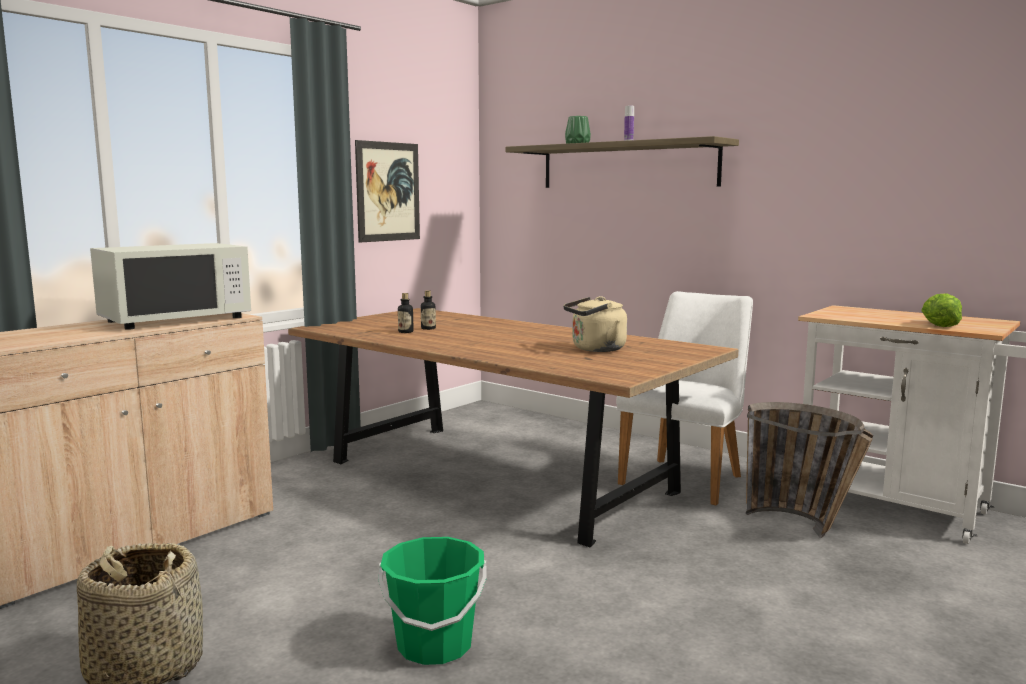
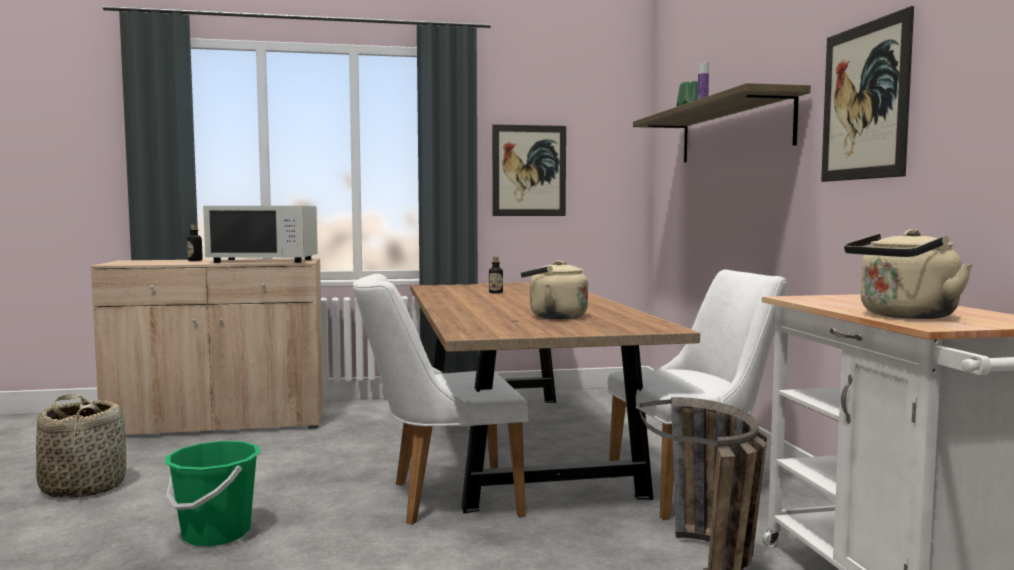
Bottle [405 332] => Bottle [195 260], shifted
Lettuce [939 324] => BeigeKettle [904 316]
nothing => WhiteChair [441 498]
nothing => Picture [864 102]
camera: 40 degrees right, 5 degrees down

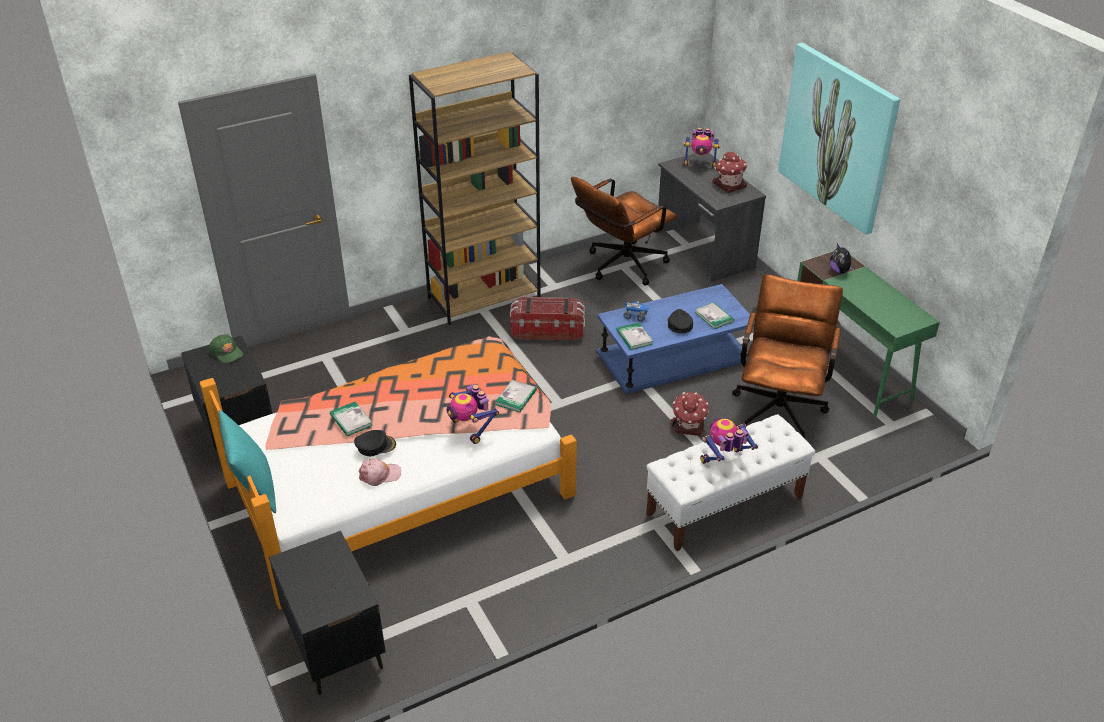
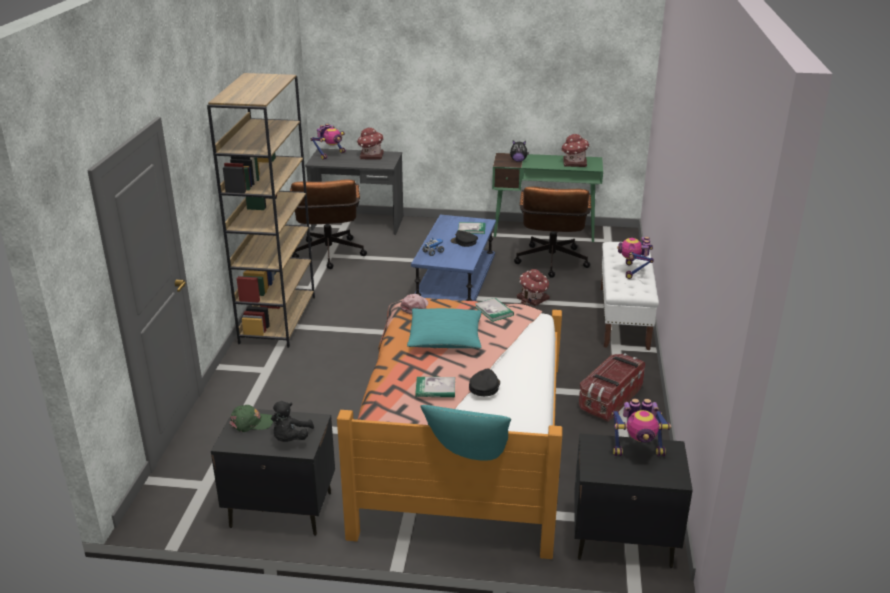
PinkCap [379 475] => PinkCap [415 307], shifted
ToyRobot [470 428] => ToyRobot [637 450], shifted
StorageBox [547 330] => StorageBox [610 399], shifted
Book [634 337] => nothing
BrownOfficeChair [779 407] => BrownOfficeChair [551 264], 135 degrees counterclockwise
Picture [838 137] => nothing
nothing => BlackPlushToy [290 439]
nothing => TurquoisePillow [445 338]
nothing => ToyHouse [574 163]
camera: 55 degrees left, 10 degrees down

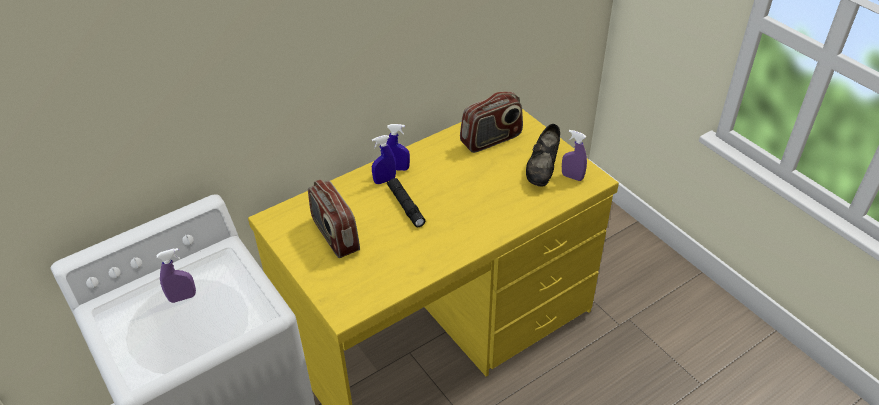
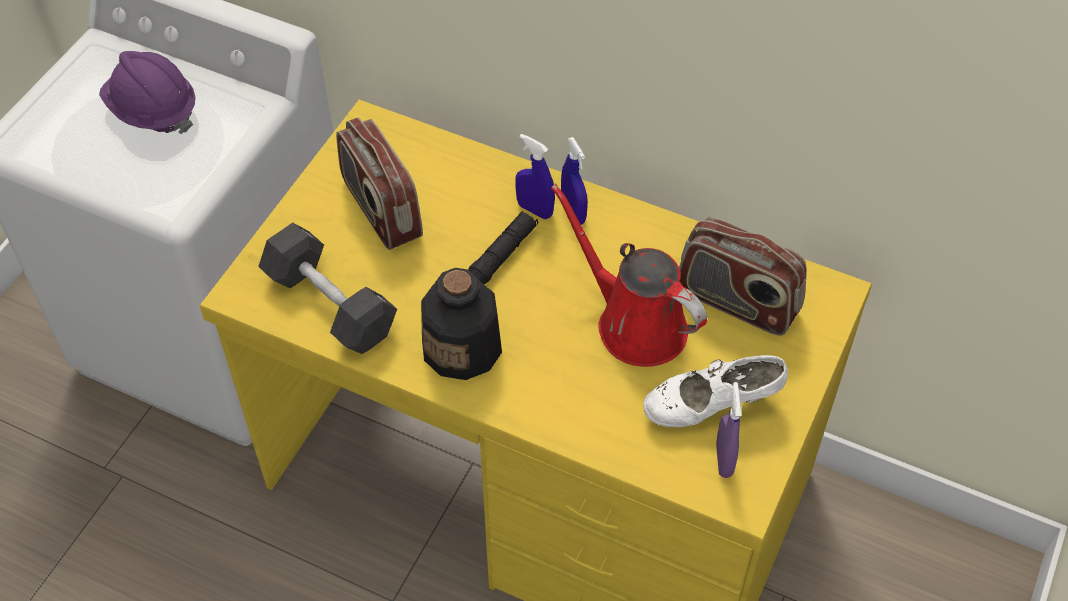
PurpleSprayBottle [182 297] => PurpleHardHat [153 111]
Radio [335 235] => Radio [381 209], 60 degrees counterclockwise
BlackShoe [542 169] => WhiteShoe [711 407]
nothing => BlackDumbbell [330 304]
nothing => Bottle [463 348]
nothing => RedWateringCan [634 323]
camera: 60 degrees right, 10 degrees up

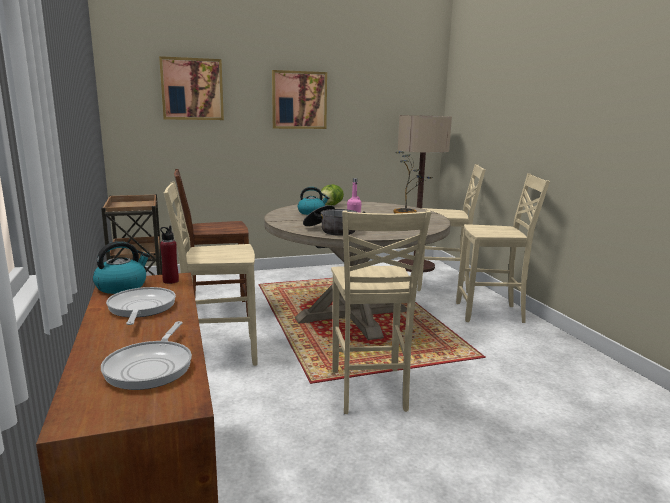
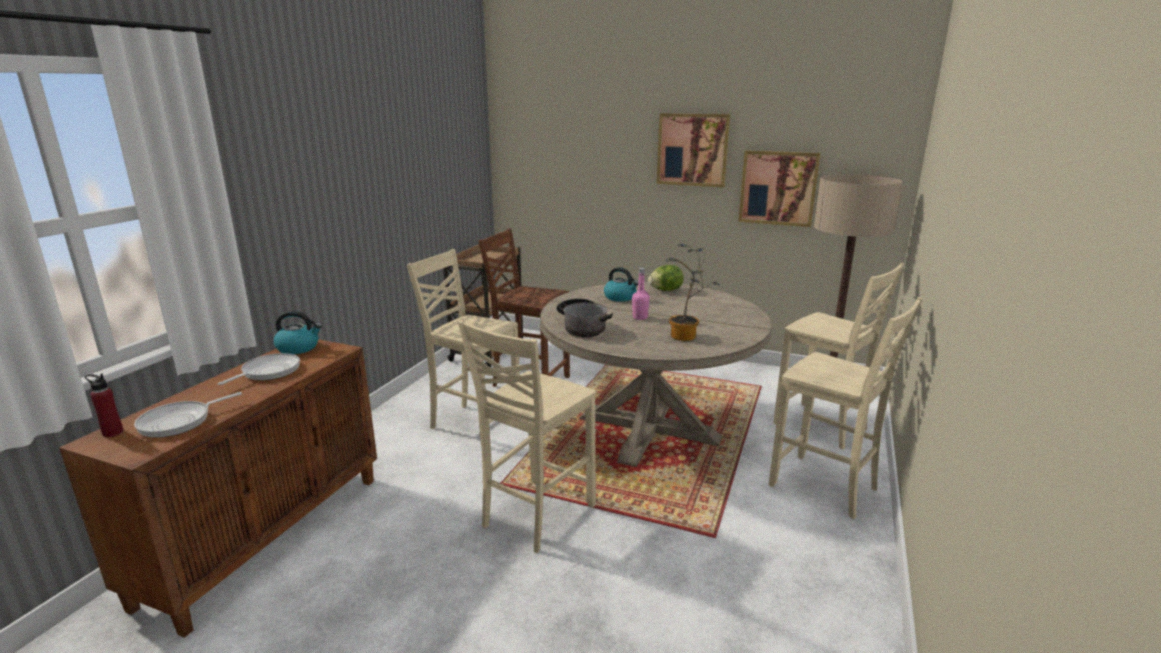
Picture [192 89] => Picture [778 188], shifted
RedBottle [170 281] => RedBottle [113 432], shifted
camera: 40 degrees right, 5 degrees up

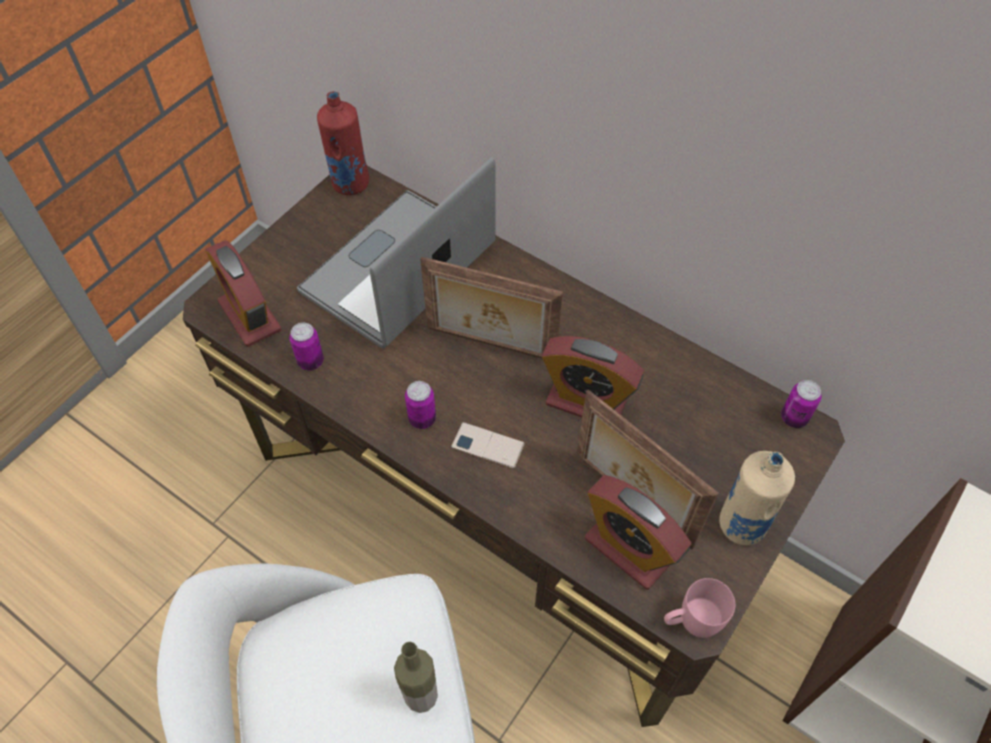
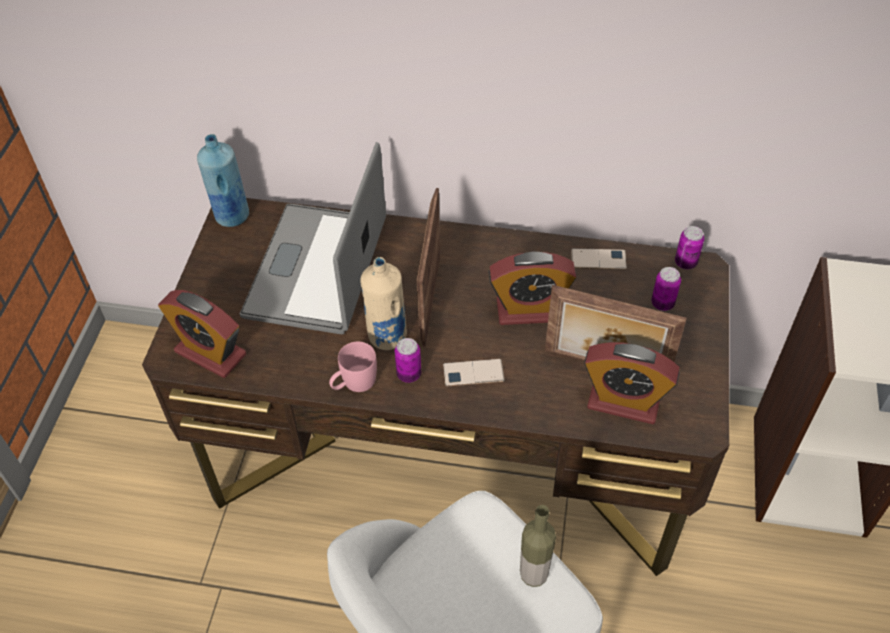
Can [310 361] => Can [662 303], shifted
RedBottle [350 183] => BlueBottle [231 216]
PictureFrame [490 345] => PictureFrame [429 298], 105 degrees clockwise
PinkMug [692 620] => PinkMug [353 383], shifted
BeigeBottle [741 525] => BeigeBottle [387 337], shifted
nothing => Phone [598 259]
camera: 25 degrees left, 5 degrees down

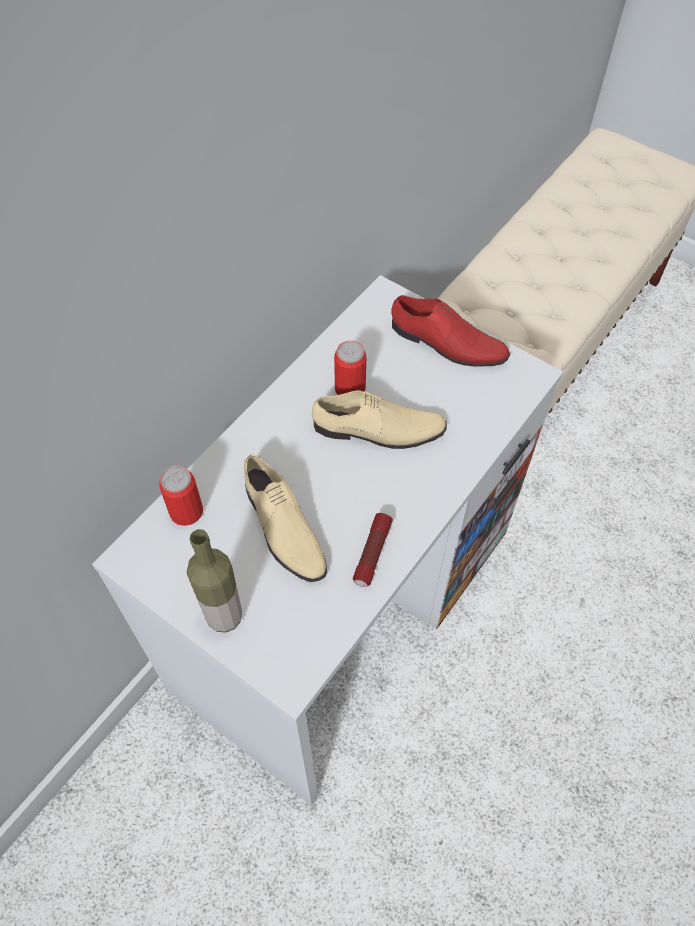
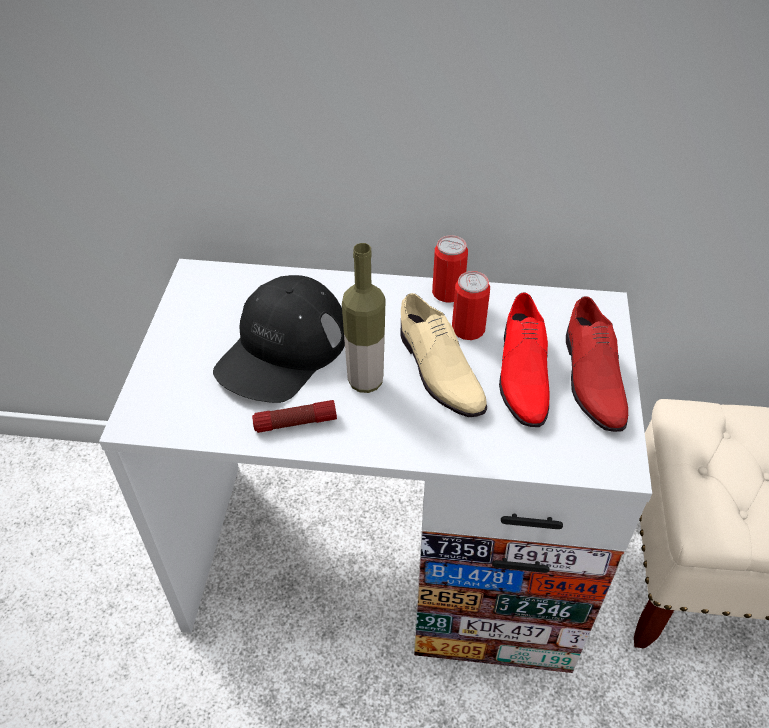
Can [186 511] => Can [448 292], shifted
Bottle [224 617] => Bottle [365 381], shifted
BeigeShoe [282 527] => BlackCap [282 349]
nothing => RedShoe [521 372]
camera: 60 degrees right, 10 degrees down

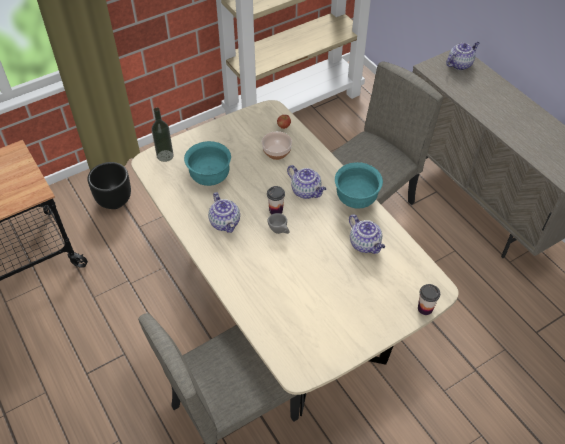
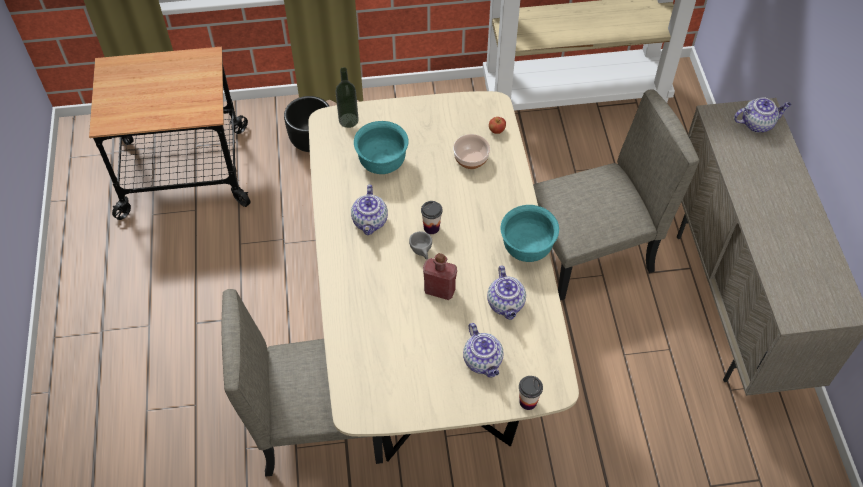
Teapot [306 191] => Teapot [483 361], shifted
nothing => RedBottle [439 290]
camera: 25 degrees right, 5 degrees up

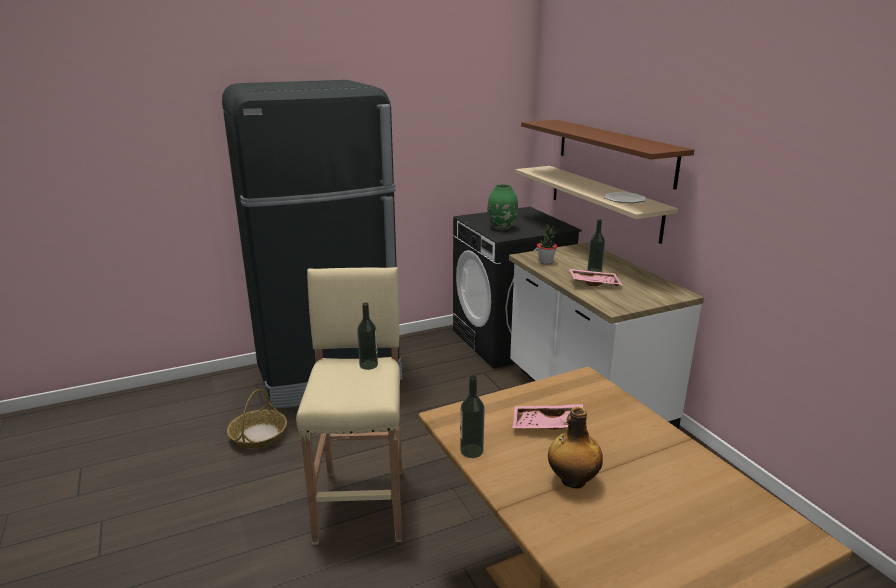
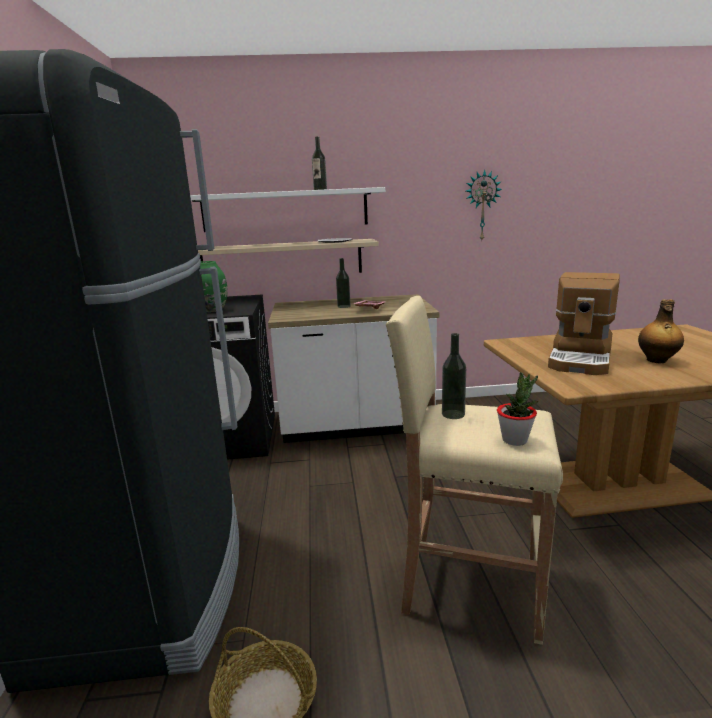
Bottle [471 451] => Bottle [320 190], shifted
PinkTray [547 426] => CoffeeMachine [581 358]
BrownShelf [614 151] => WhiteShelf [285 210]
PottedPlant [545 262] => PottedPlant [515 440], shifted
nothing => WallClock [482 206]
camera: 70 degrees left, 5 degrees down

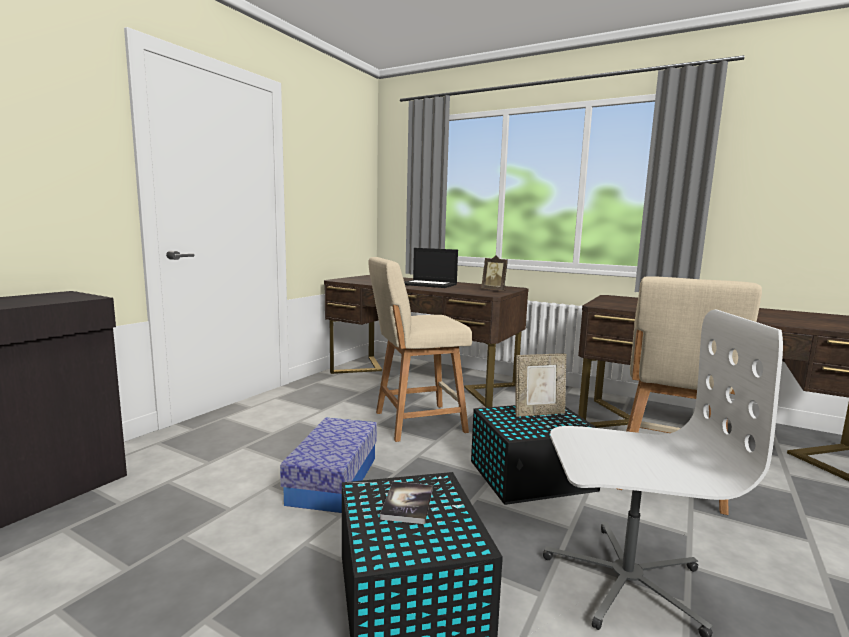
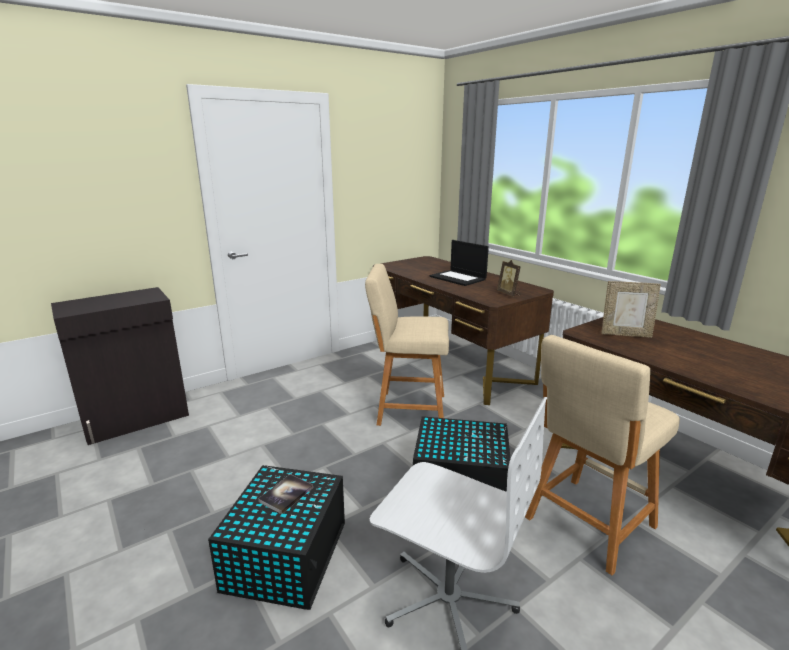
StorageBox [333 480] => nothing
PictureFrame [539 413] => PictureFrame [625 334], shifted
camera: 25 degrees right, 10 degrees up

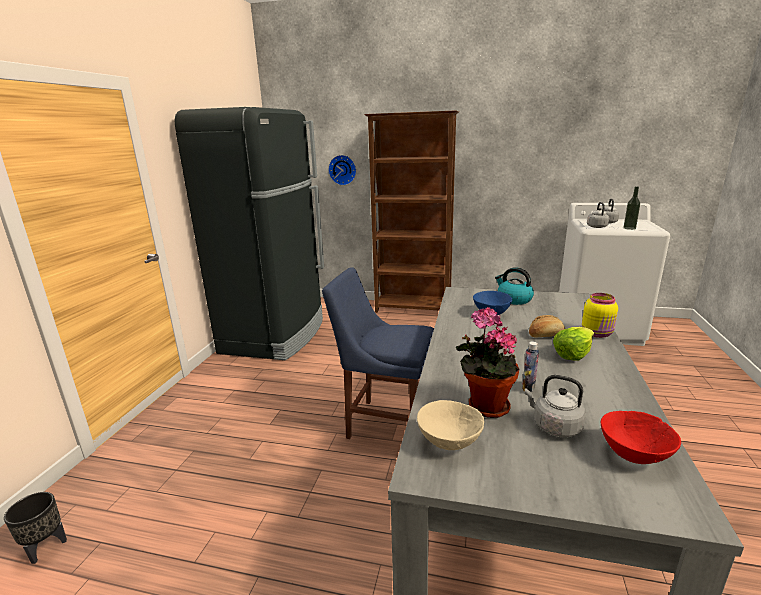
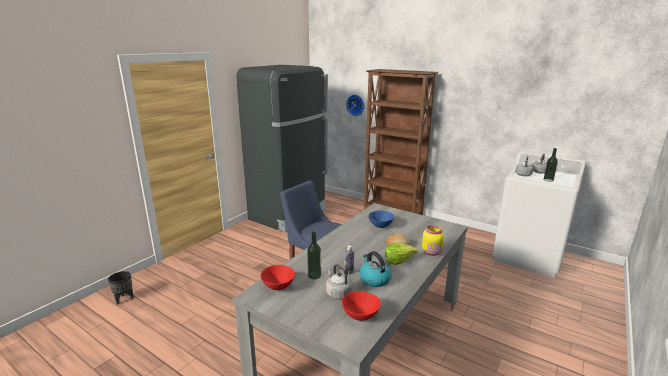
BeigeBowl [448 443] => RedBowl [278 287]
PottedPlant [484 406] => Bottle [314 275]
Kettle [513 299] => Kettle [374 279], shifted
camera: 20 degrees right, 0 degrees up

